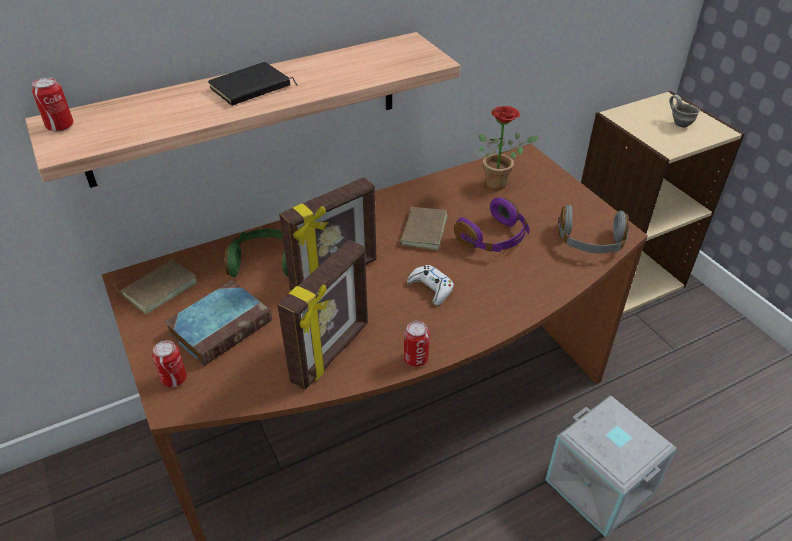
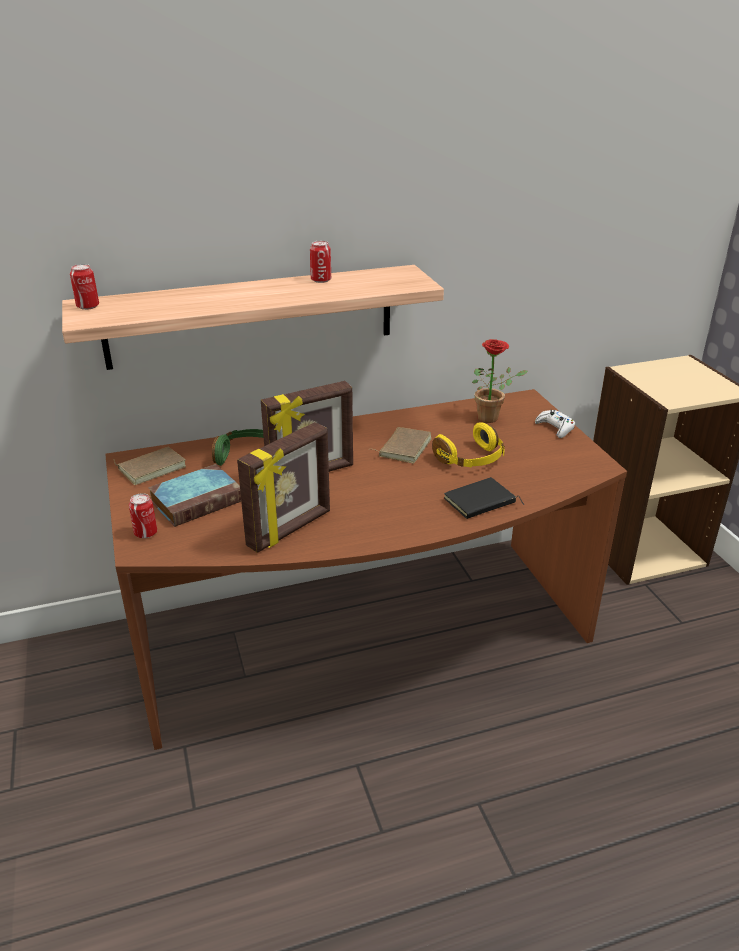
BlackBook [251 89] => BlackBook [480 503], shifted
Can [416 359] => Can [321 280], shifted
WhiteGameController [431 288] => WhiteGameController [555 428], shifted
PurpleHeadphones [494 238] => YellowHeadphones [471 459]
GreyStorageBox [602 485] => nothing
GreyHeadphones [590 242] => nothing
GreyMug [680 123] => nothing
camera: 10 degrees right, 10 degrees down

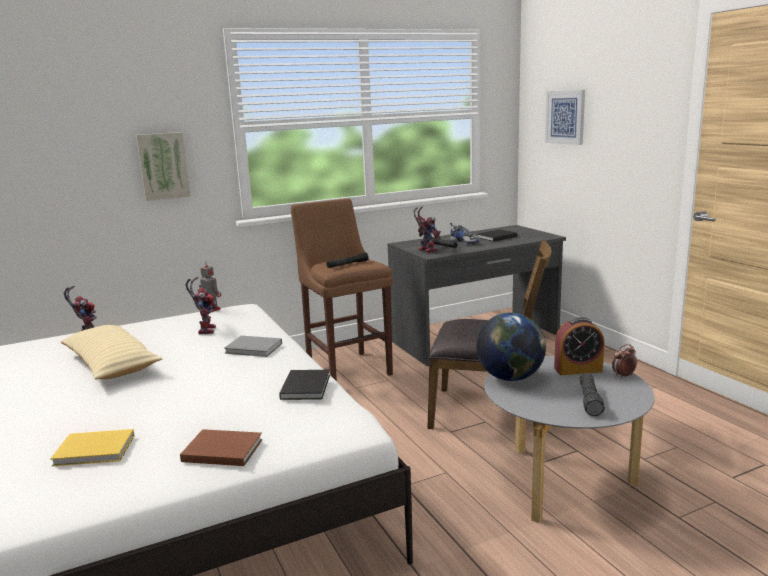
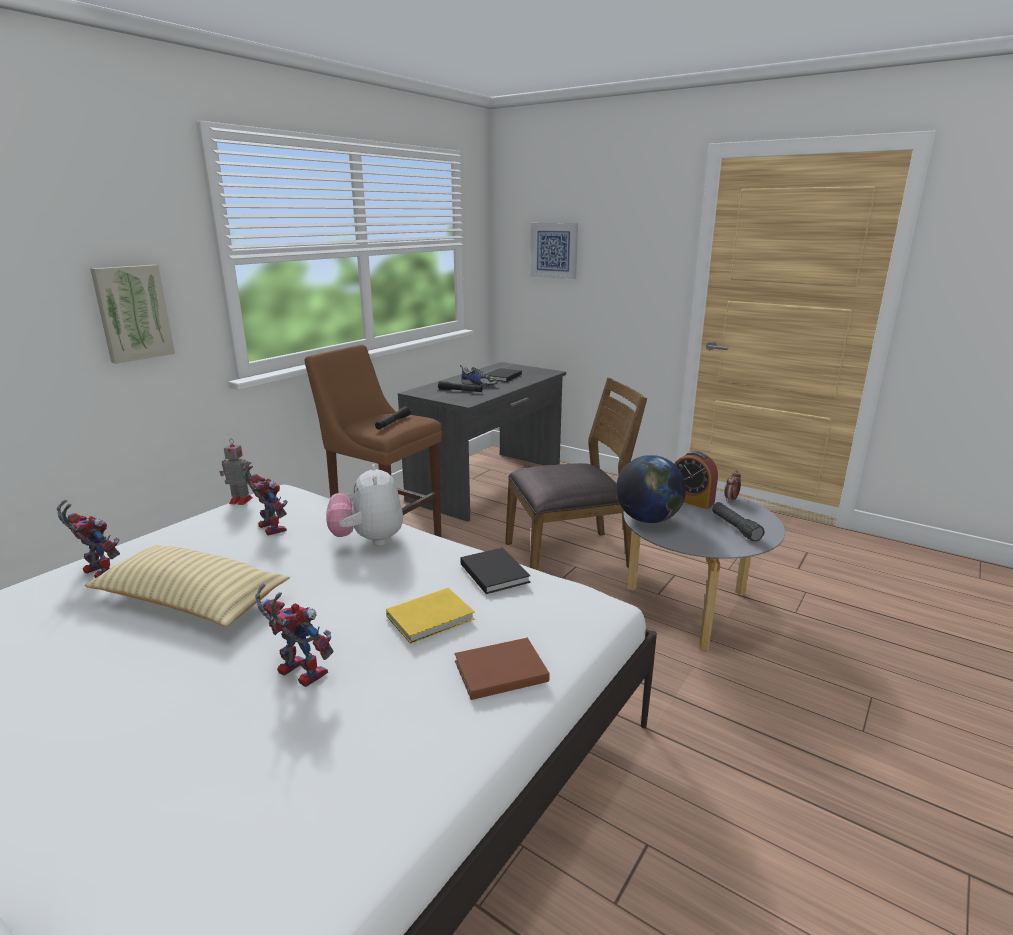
YellowBook [96 451] => YellowBook [433 618], shifted
GreyBook [254 349] => PlushToy [368 540]
ToyRobot [425 250] => ToyRobot [296 672], shifted
AlarmClock [578 370] => AlarmClock [691 500], 75 degrees clockwise
camera: 30 degrees left, 5 degrees up

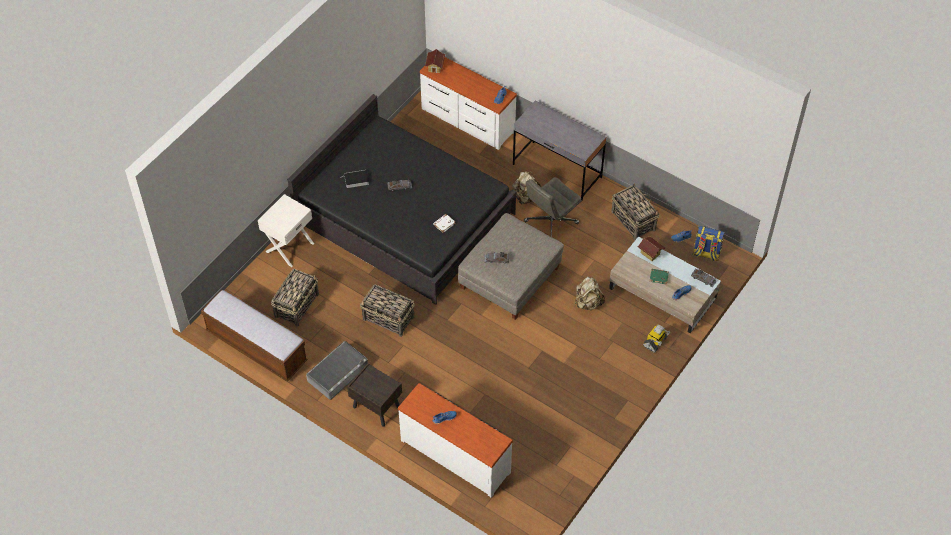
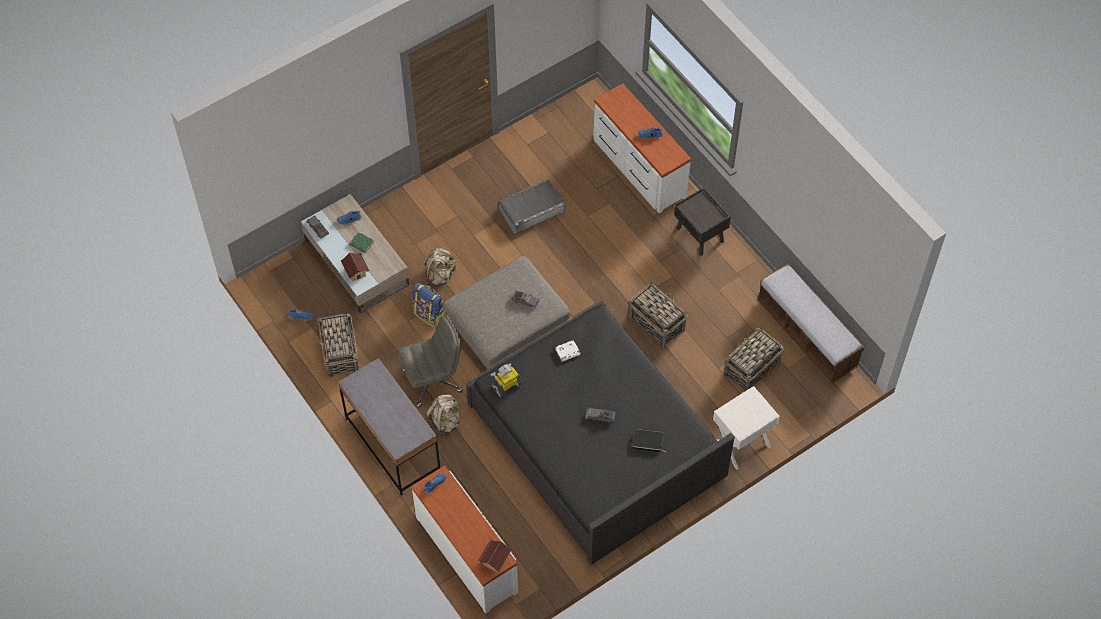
GreyStorageBox [338 373] => GreyStorageBox [531 210], shifted
ToyRobot [655 342] => ToyRobot [507 385], shifted
Backpack [706 253] => Backpack [430 315], shifted
camera: 160 degrees left, 5 degrees up

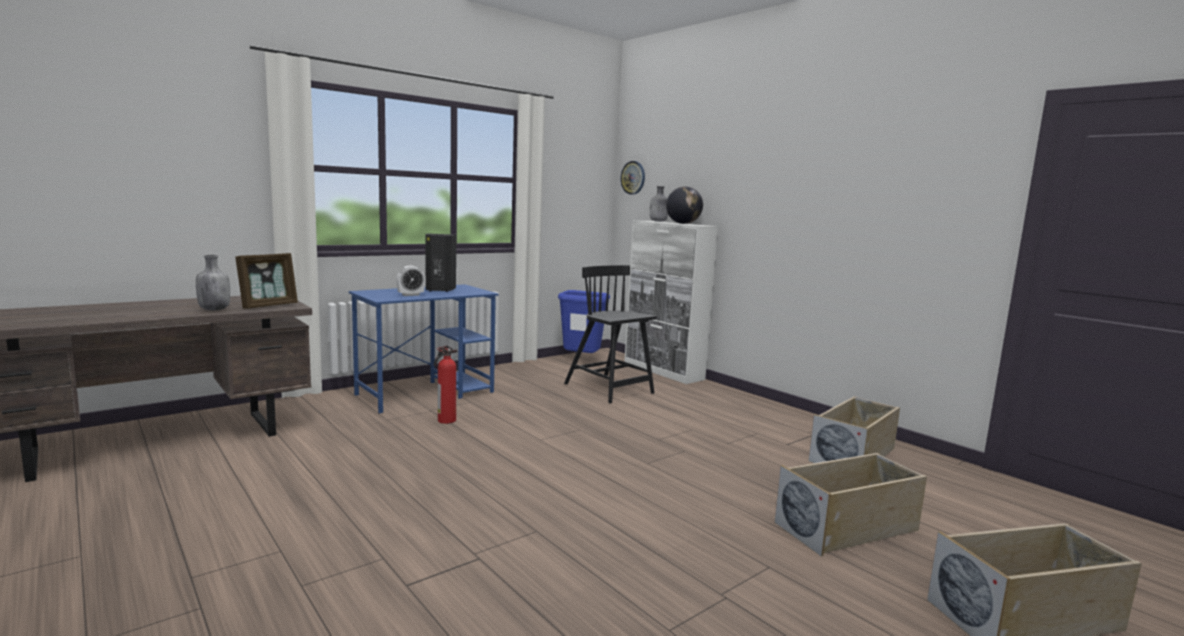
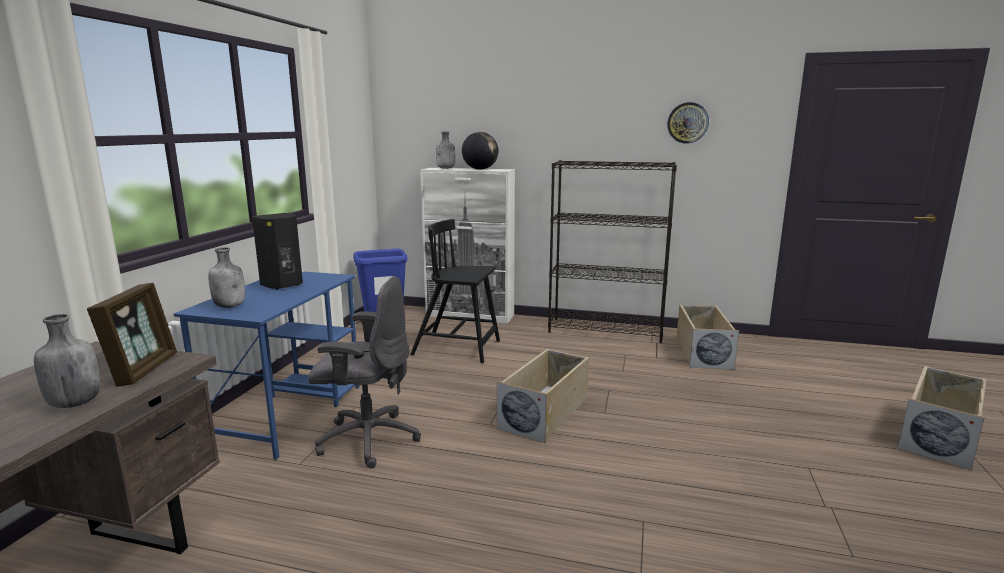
AlarmClock [410 295] => nothing
FireExtinguisher [445 420] => GreyOfficeChair [367 439]
WallClock [633 177] => WallClock [687 123], shifted
BeigeStorageBox [847 527] => BeigeStorageBox [545 412], shifted
nothing => GreyBottle [230 306]
nothing => BlackBookcase [606 330]
camera: 35 degrees left, 5 degrees up

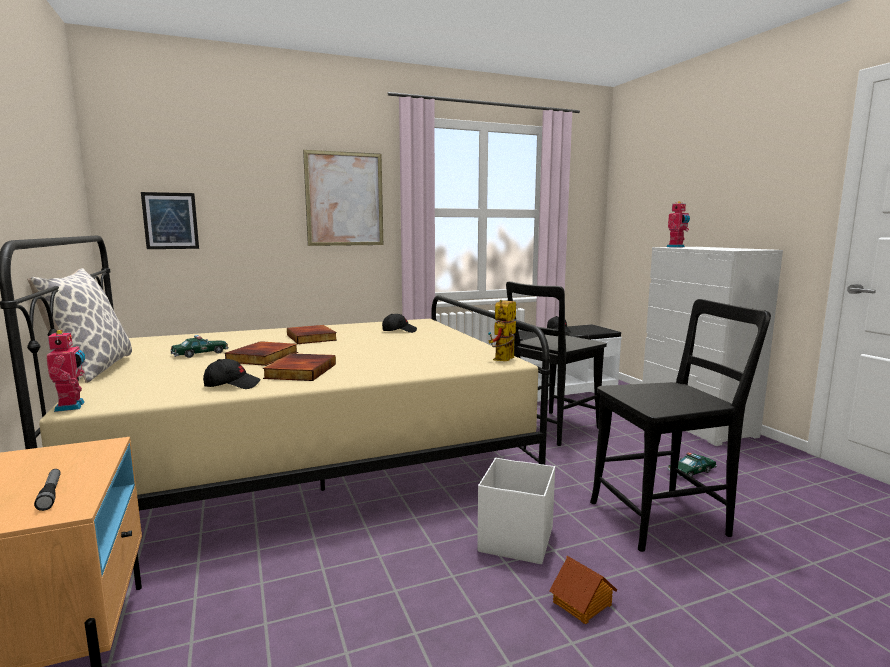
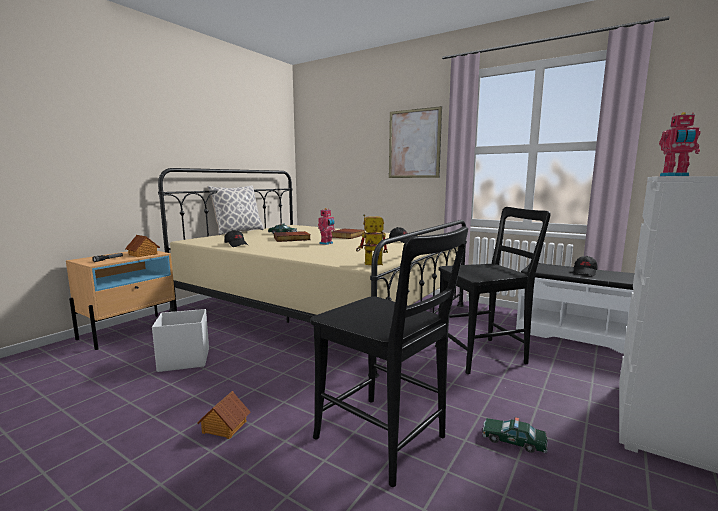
ToyRobot [72 406] => ToyRobot [327 243], shifted
Picture [170 221] => nothing
Book [300 371] => nothing
WhiteStorageBox [515 540] => WhiteStorageBox [183 360], shifted
BlackChair [551 429] => BlackChair [484 354], 150 degrees clockwise
nothing => ToyHouse [143 254]
camera: 55 degrees right, 0 degrees up

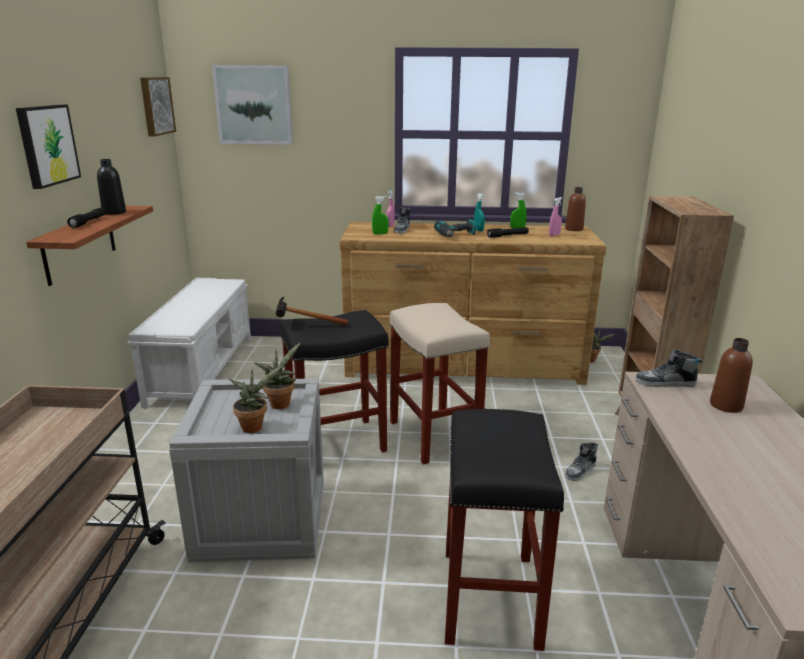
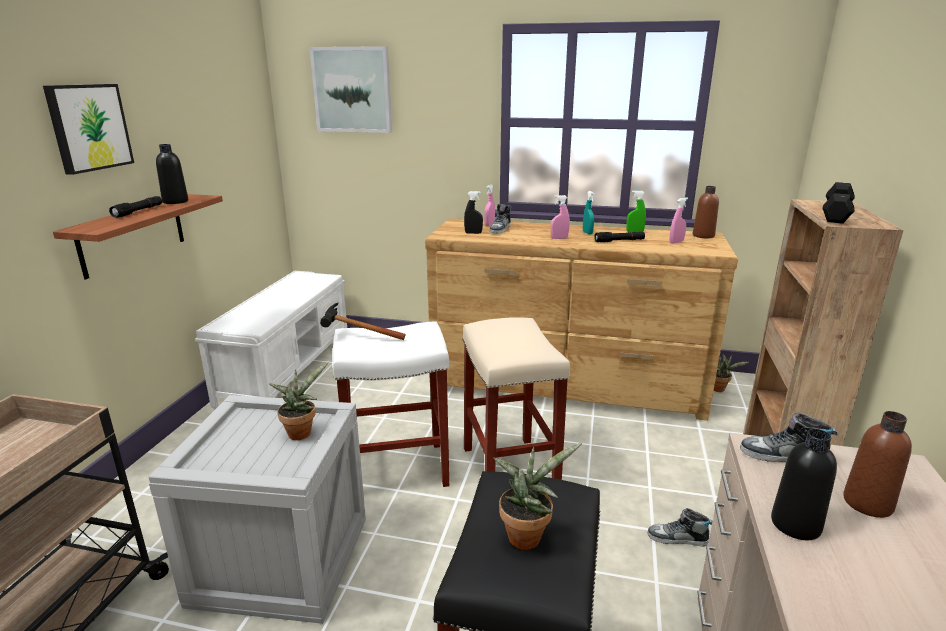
Picture [156 106] => nothing
PottedPlant [254 426] => PottedPlant [527 534], shifted
BlackStool [338 442] => WhiteStool [398 468]
GreenSprayBottle [380 233] => BlackSprayBottle [473 233]
PowerDrill [456 235] => PinkSprayBottle [559 238]
Shoe [580 471] => Shoe [677 539], 45 degrees clockwise
nothing => BlackBottle [795 524]
nothing => BlackDumbbell [836 214]
camera: 10 degrees right, 0 degrees up

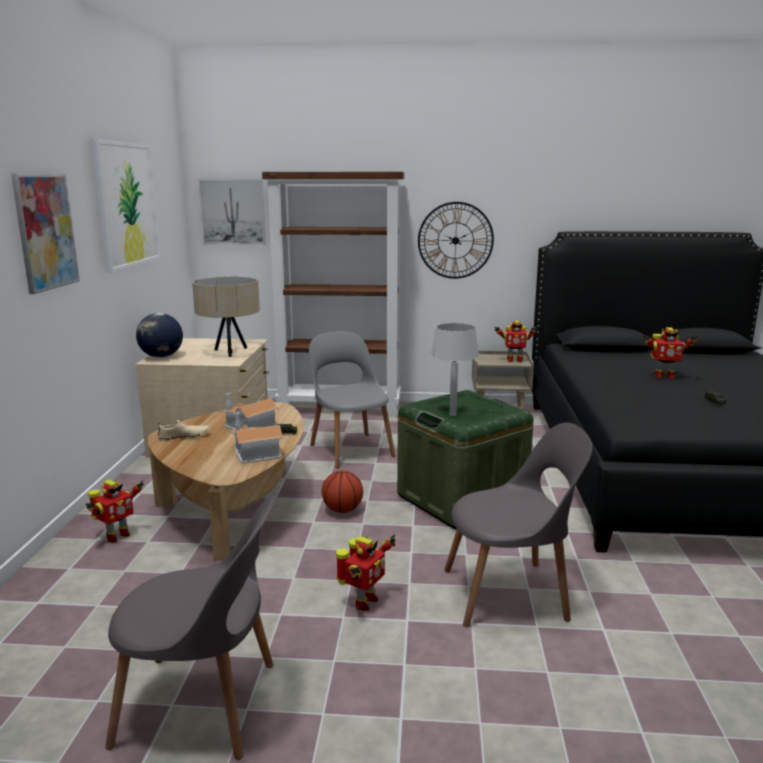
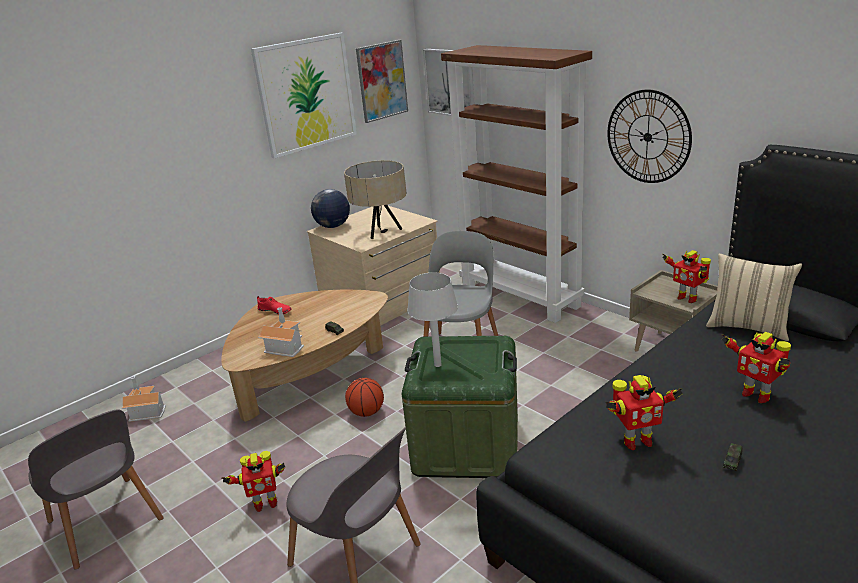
Picture [45 231] => Picture [382 81], shifted
ToyRobot [116 536] => ToyRobot [636 441], shifted
BeigeShoe [184 436] => RedShoe [275 311]
ToyHouse [249 427] => ToyHouse [146 410], shifted
nothing => BeigePillow [748 327]
camera: 45 degrees right, 10 degrees up

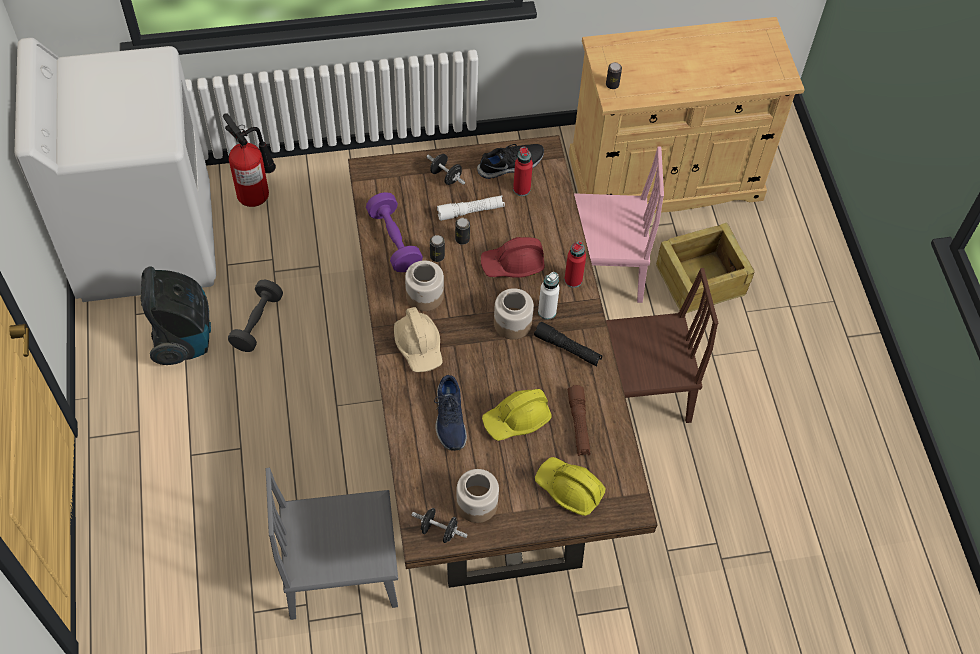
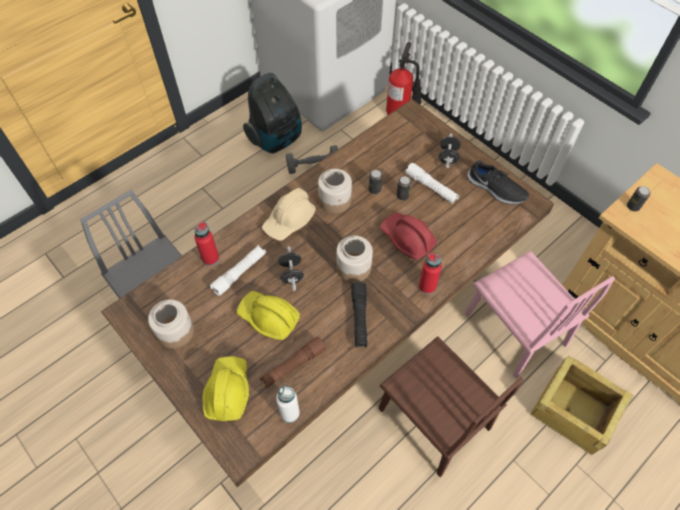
PurpleDumbbell [394 241] => nothing
BlackDumbbell [439 530] => BlackDumbbell [291 274], shifted
BlueShoe [449 418] => WhiteFlashlight [240 273]
RedBottle [521 189] => RedBottle [211 258], shifted
WhiteBottle [547 312] => WhiteBottle [289 413], shifted
camera: 60 degrees right, 0 degrees up

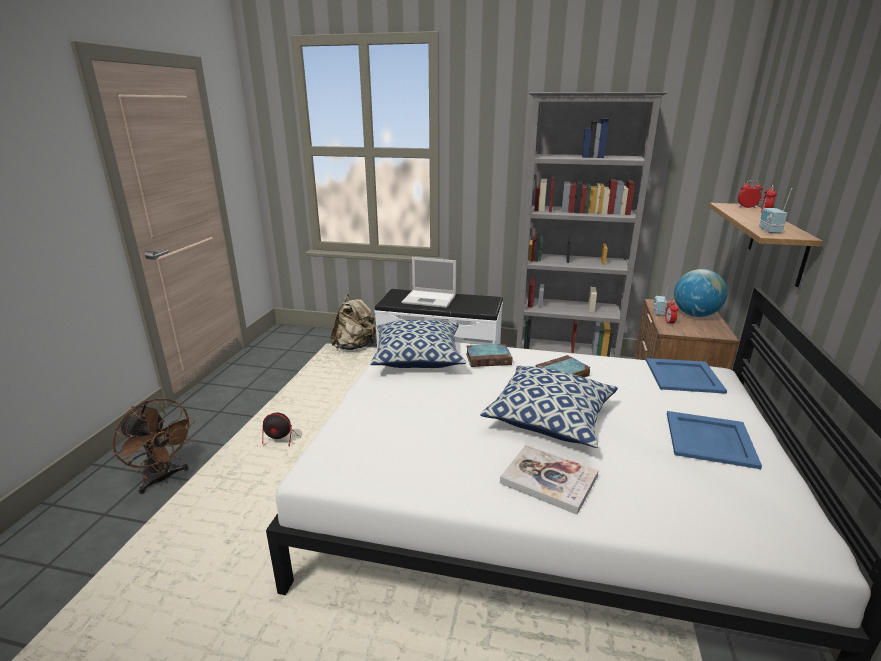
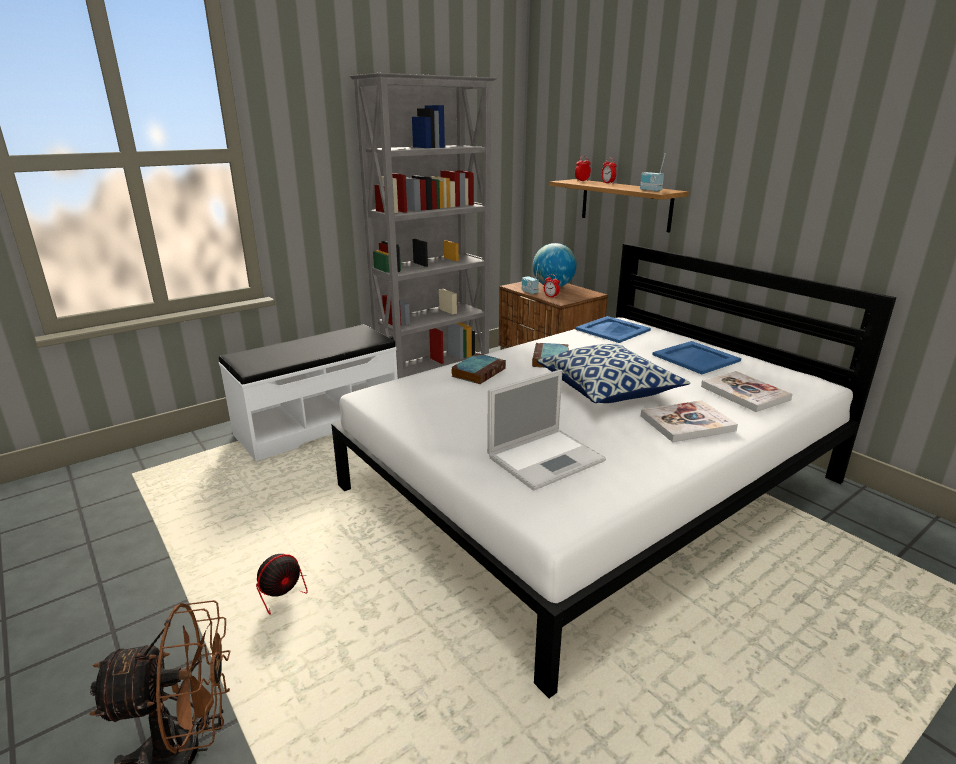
BeigeBackpack [355 346] => nothing
Pillow [418 358] => nothing
Laptop [430 299] => Laptop [547 458], shifted
nothing => Book [744 393]
camera: 50 degrees left, 0 degrees up

